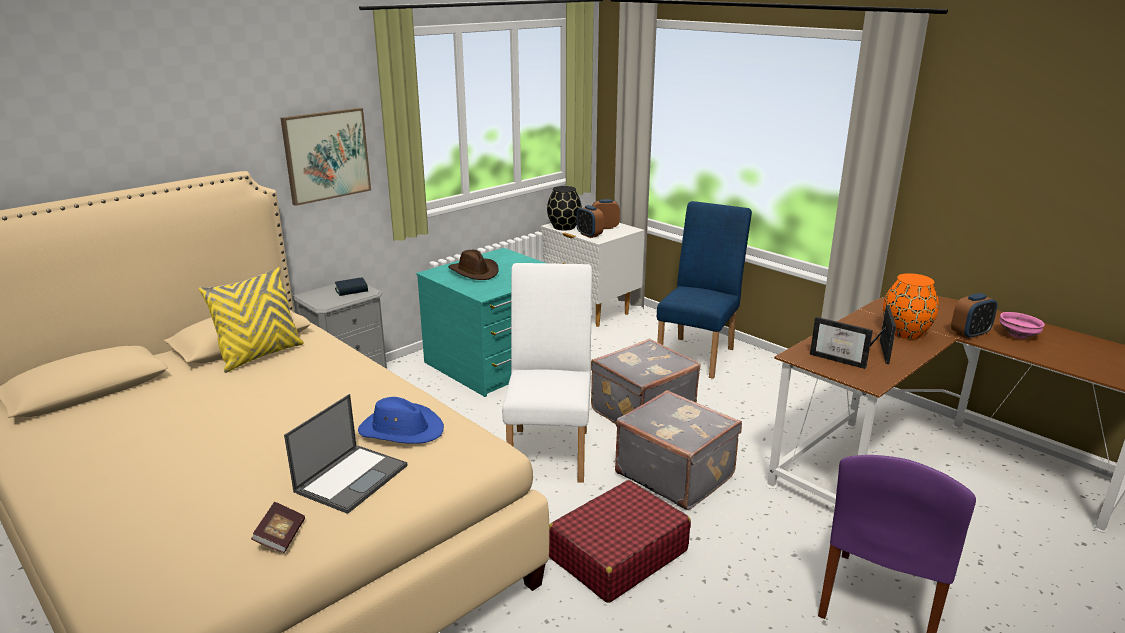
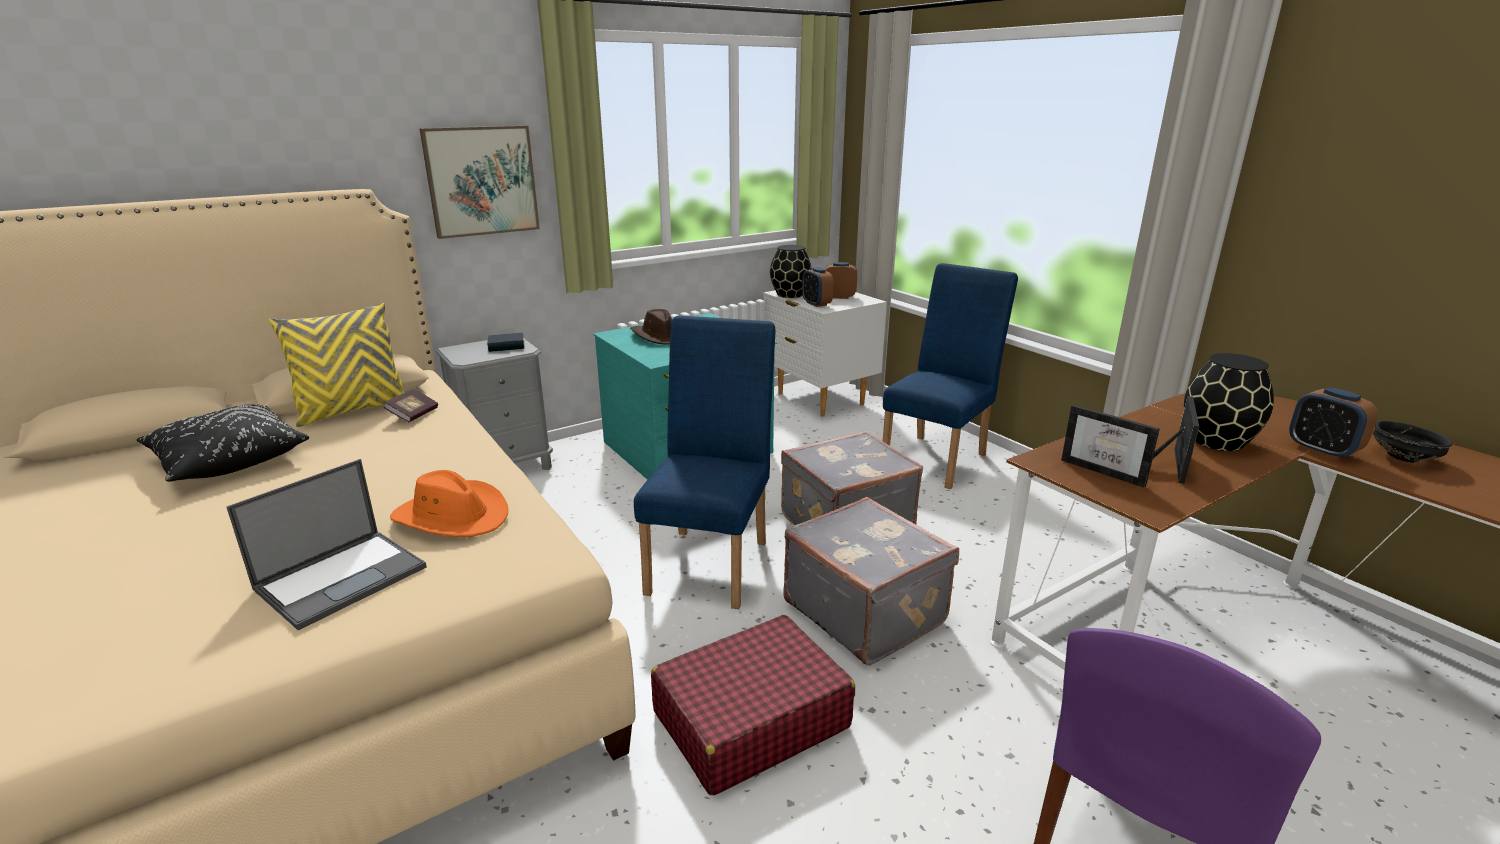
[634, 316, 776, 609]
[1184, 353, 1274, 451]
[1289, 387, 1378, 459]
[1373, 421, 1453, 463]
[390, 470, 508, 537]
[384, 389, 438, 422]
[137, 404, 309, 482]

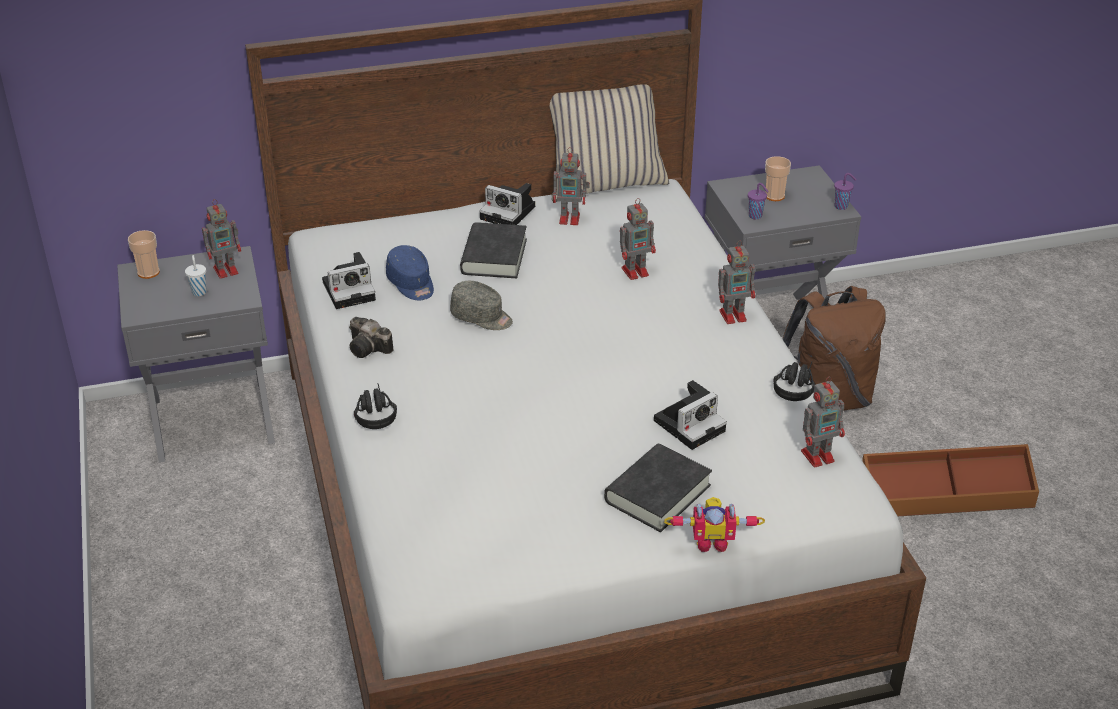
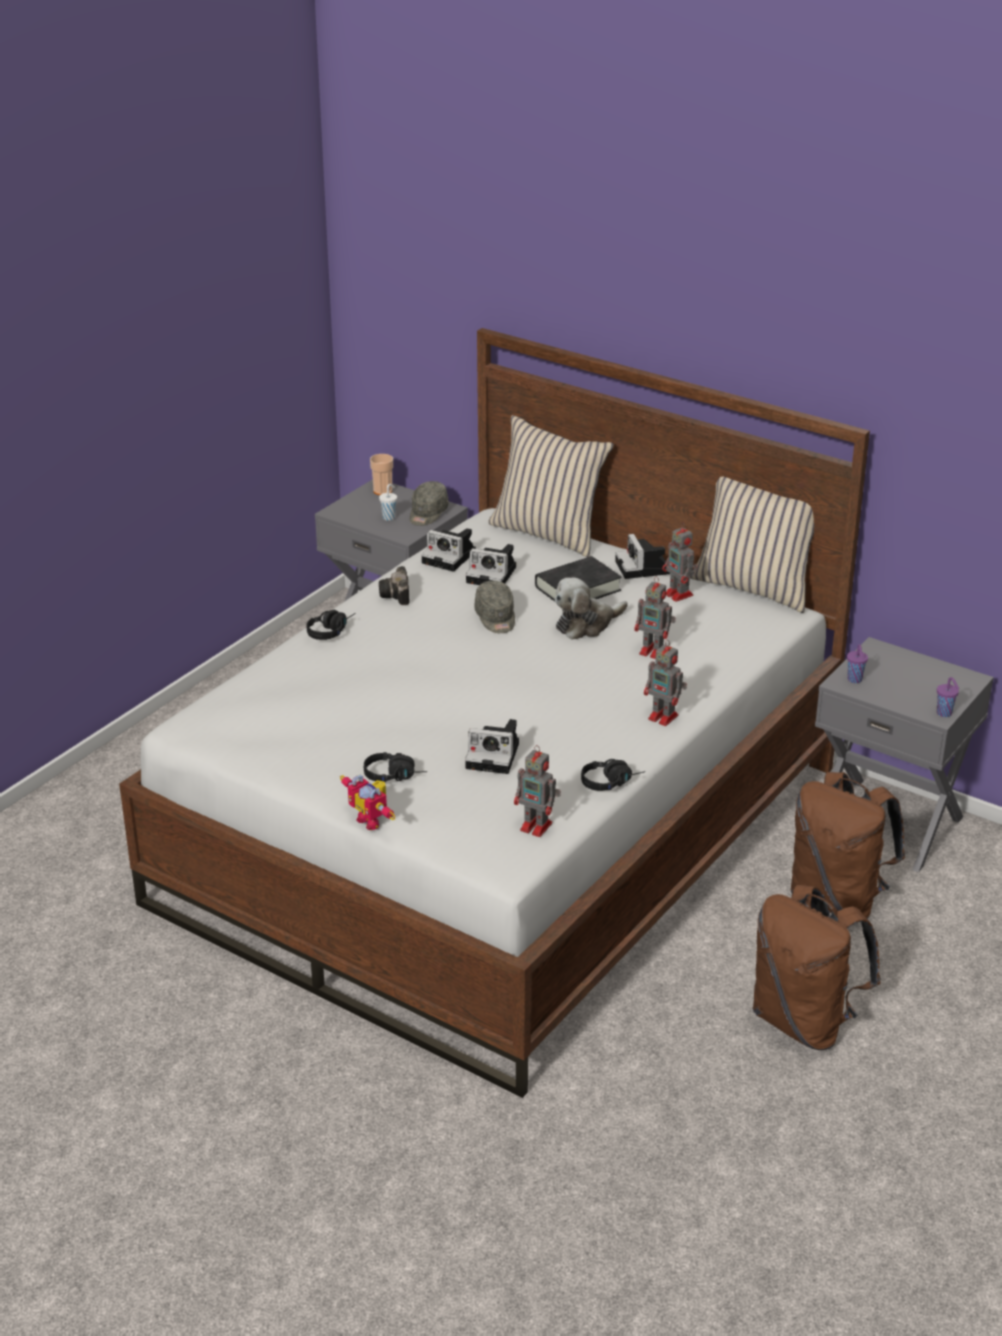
[765, 156, 791, 201] (first image)
[410, 481, 449, 526]
[466, 544, 516, 585]
[364, 752, 427, 782]
[752, 885, 881, 1050]
[488, 415, 614, 557]
[555, 577, 628, 640]

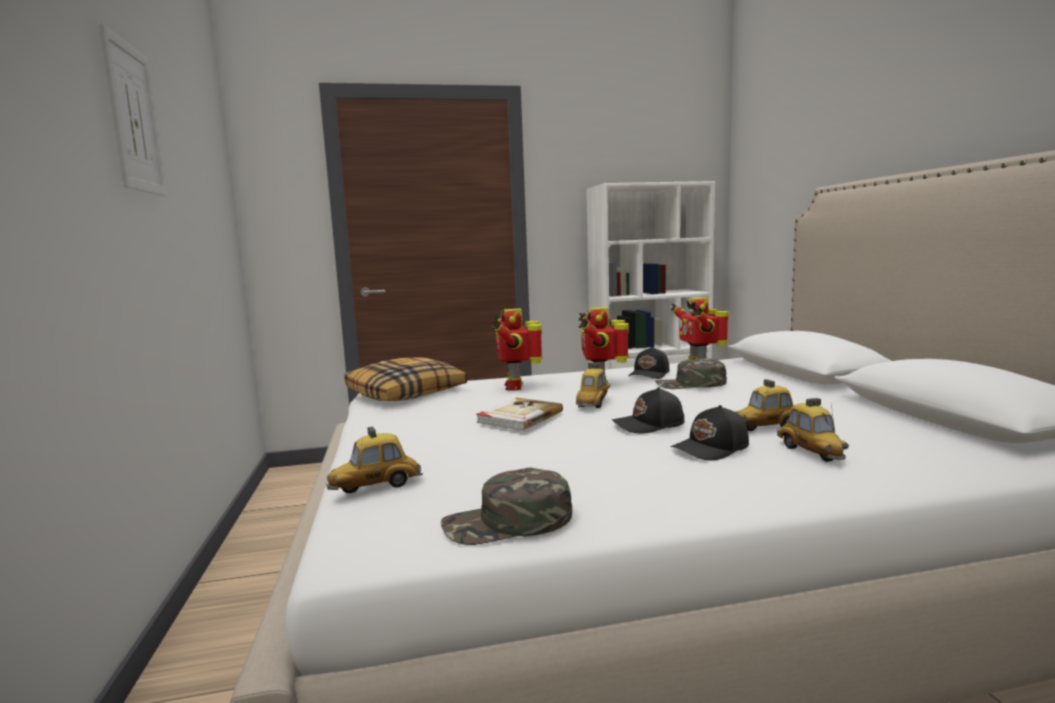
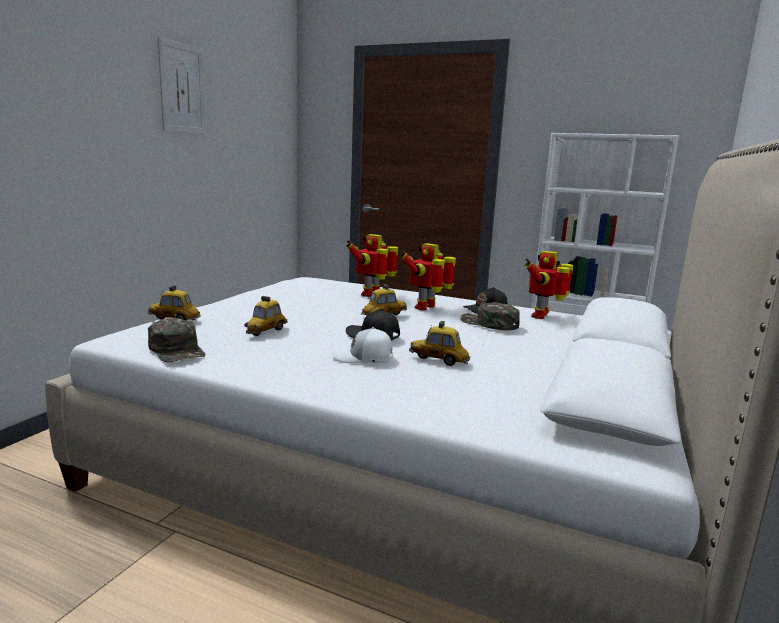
[344, 358, 467, 401] (first image)
[476, 398, 563, 431] (first image)
[244, 296, 288, 336]
[331, 327, 393, 364]
[148, 318, 206, 362]

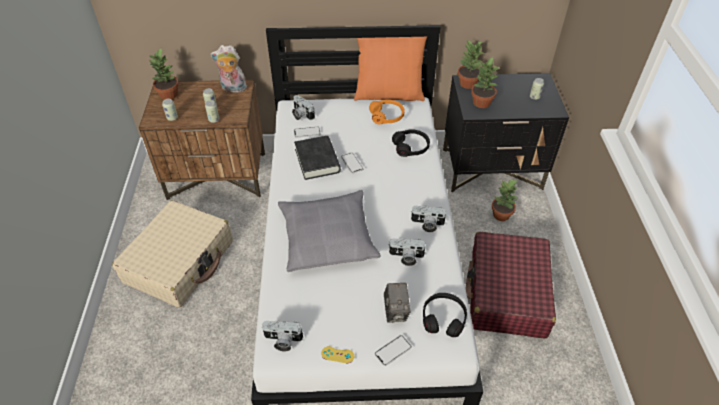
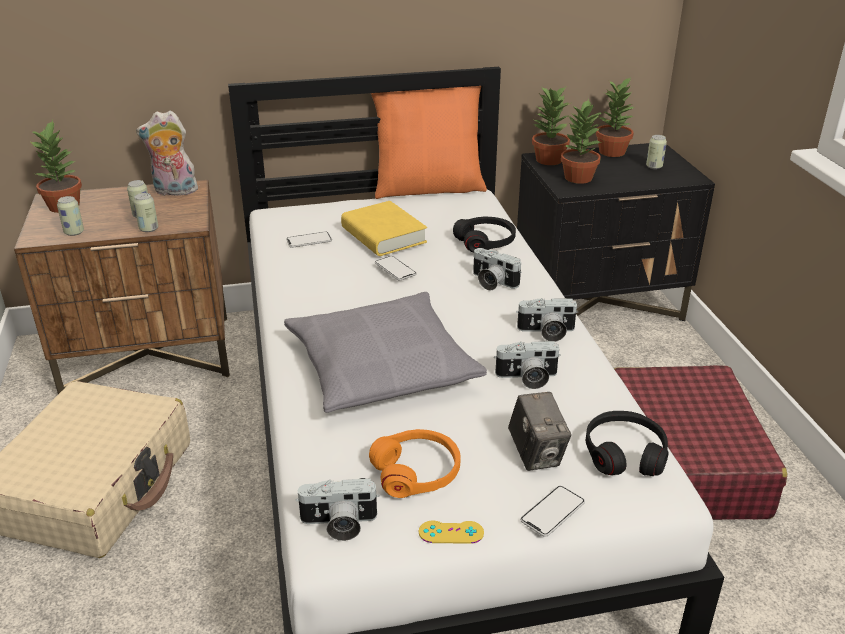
[473, 248, 521, 291]
[369, 429, 461, 498]
[294, 136, 341, 180] (first image)
[596, 76, 635, 157]
[341, 201, 427, 256]

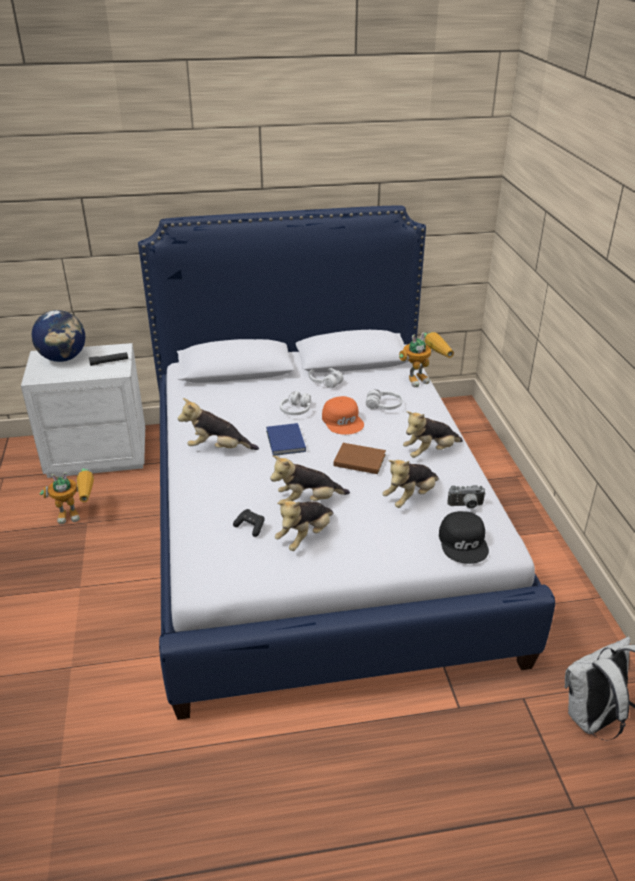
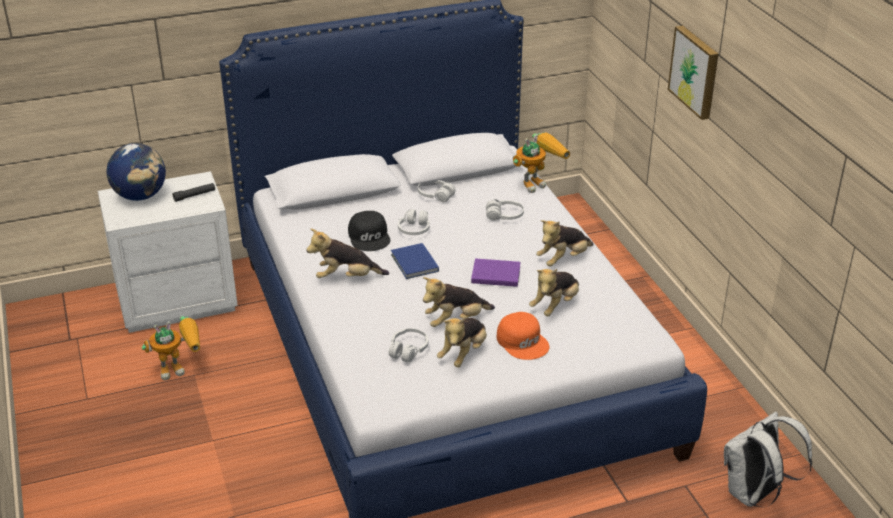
[497, 312, 549, 360]
[471, 258, 521, 287]
[447, 485, 486, 509] (first image)
[389, 328, 428, 362]
[348, 211, 390, 251]
[668, 25, 718, 120]

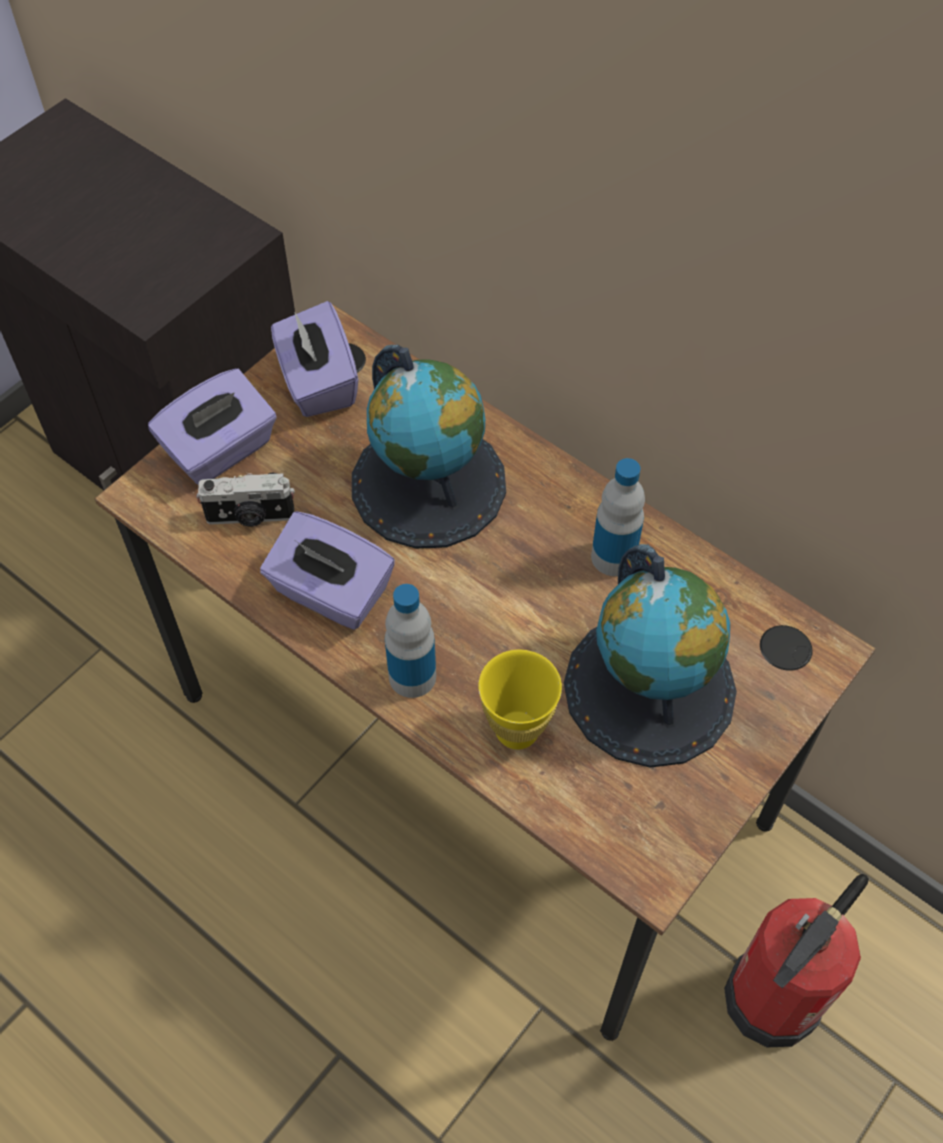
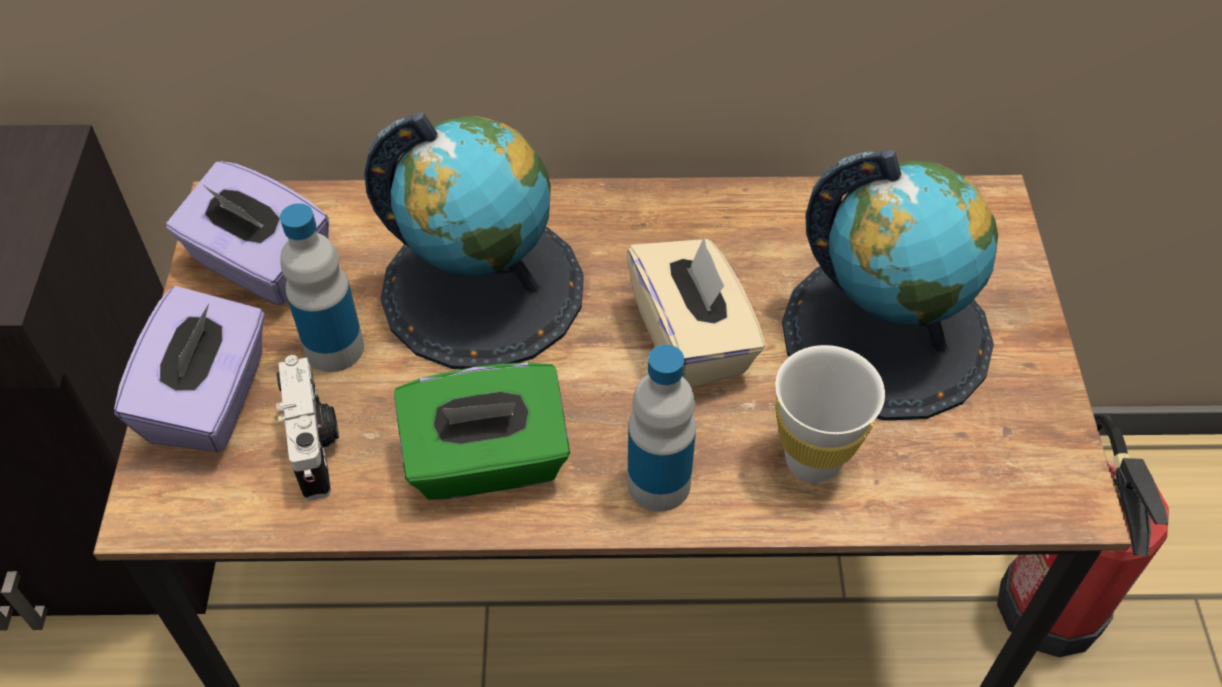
[280, 203, 364, 372]
[276, 355, 339, 501]
[394, 362, 570, 500]
[775, 345, 885, 483]
[627, 236, 765, 388]

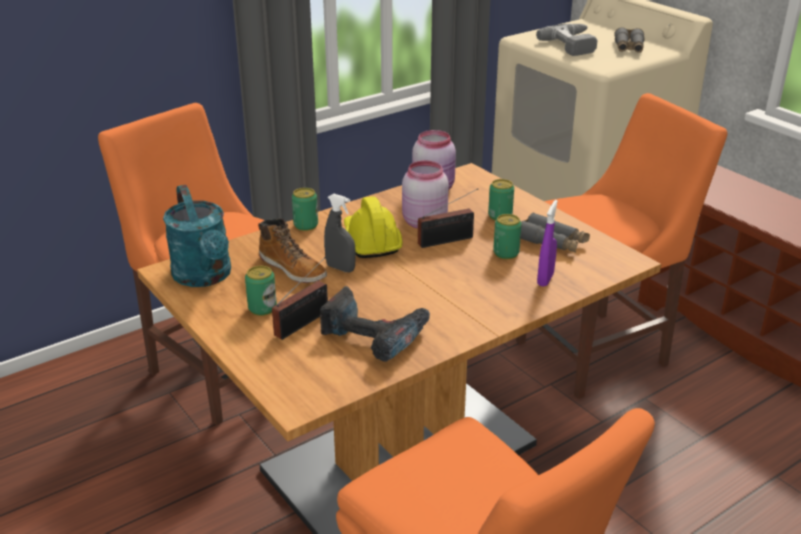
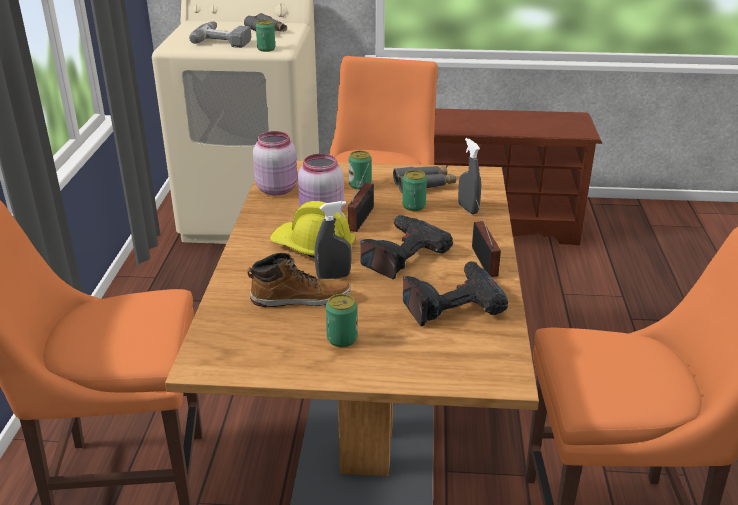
[163, 185, 231, 287] (first image)
[256, 20, 275, 52]
[458, 138, 481, 214]
[472, 198, 501, 277]
[360, 215, 453, 279]

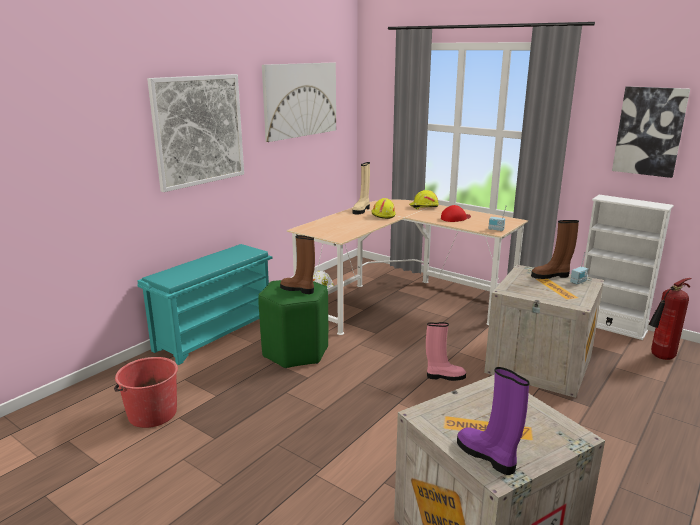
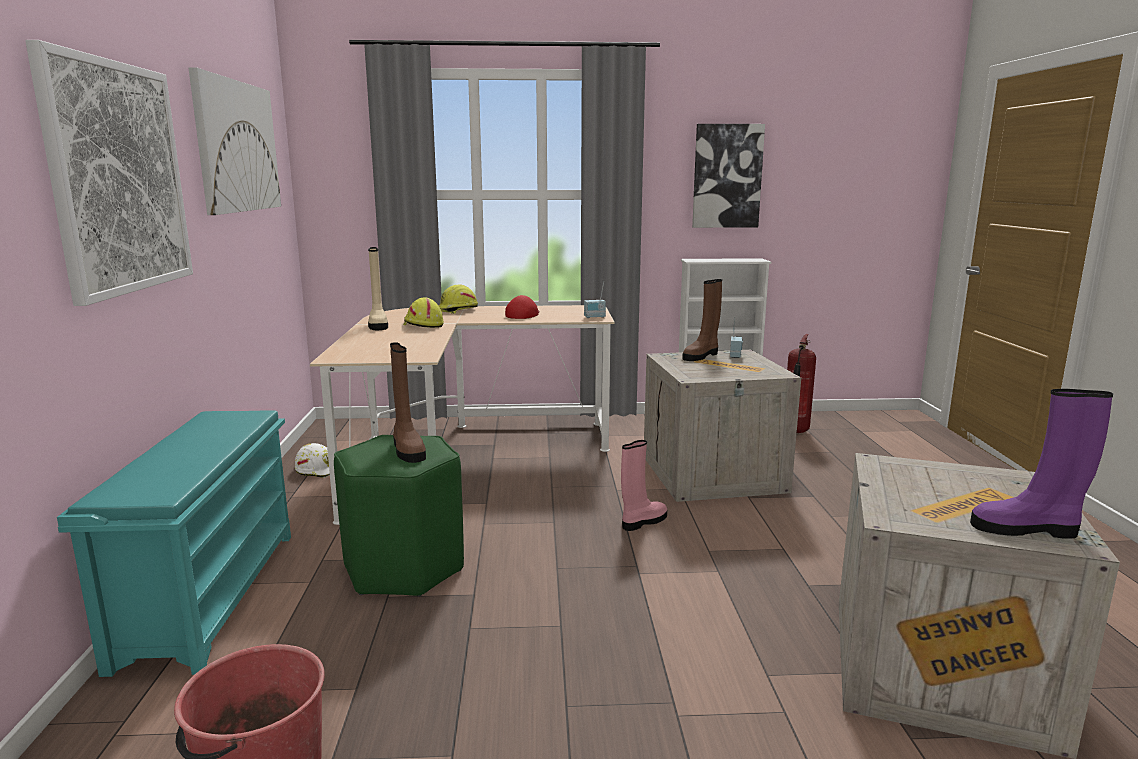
[390, 342, 426, 463]

